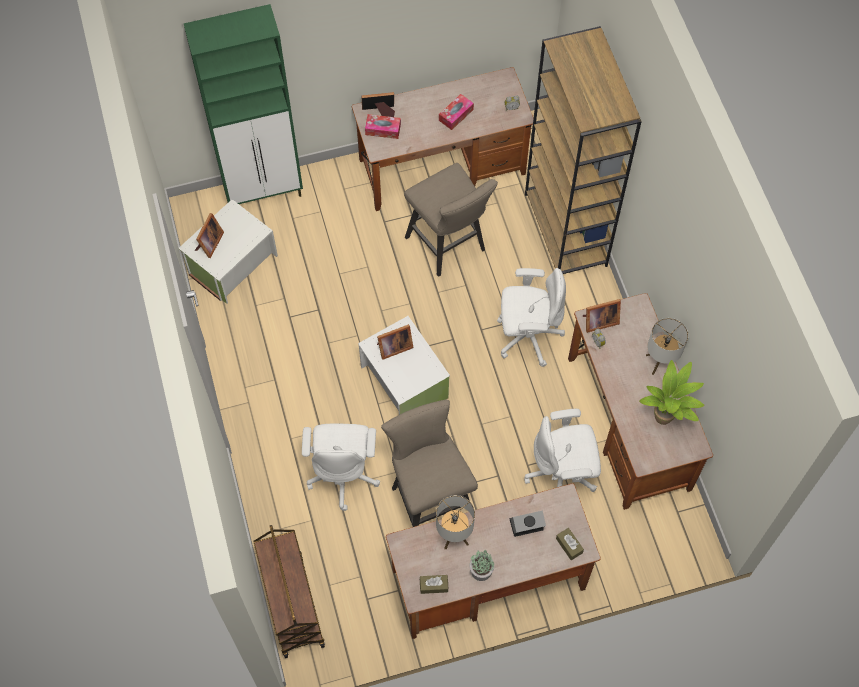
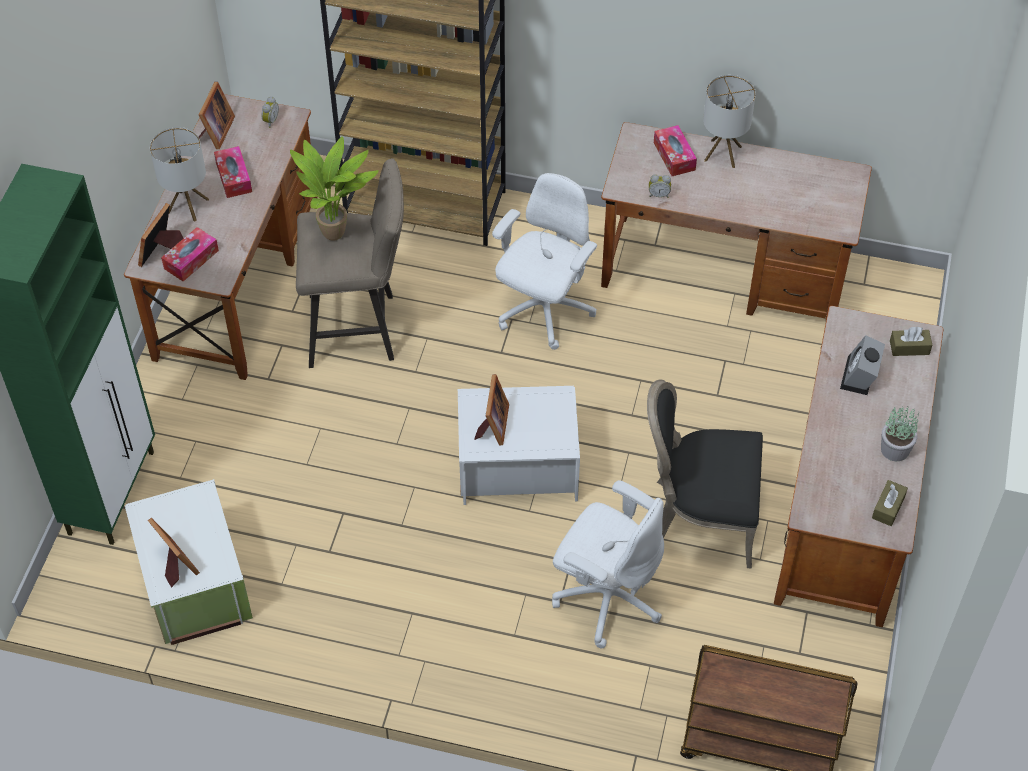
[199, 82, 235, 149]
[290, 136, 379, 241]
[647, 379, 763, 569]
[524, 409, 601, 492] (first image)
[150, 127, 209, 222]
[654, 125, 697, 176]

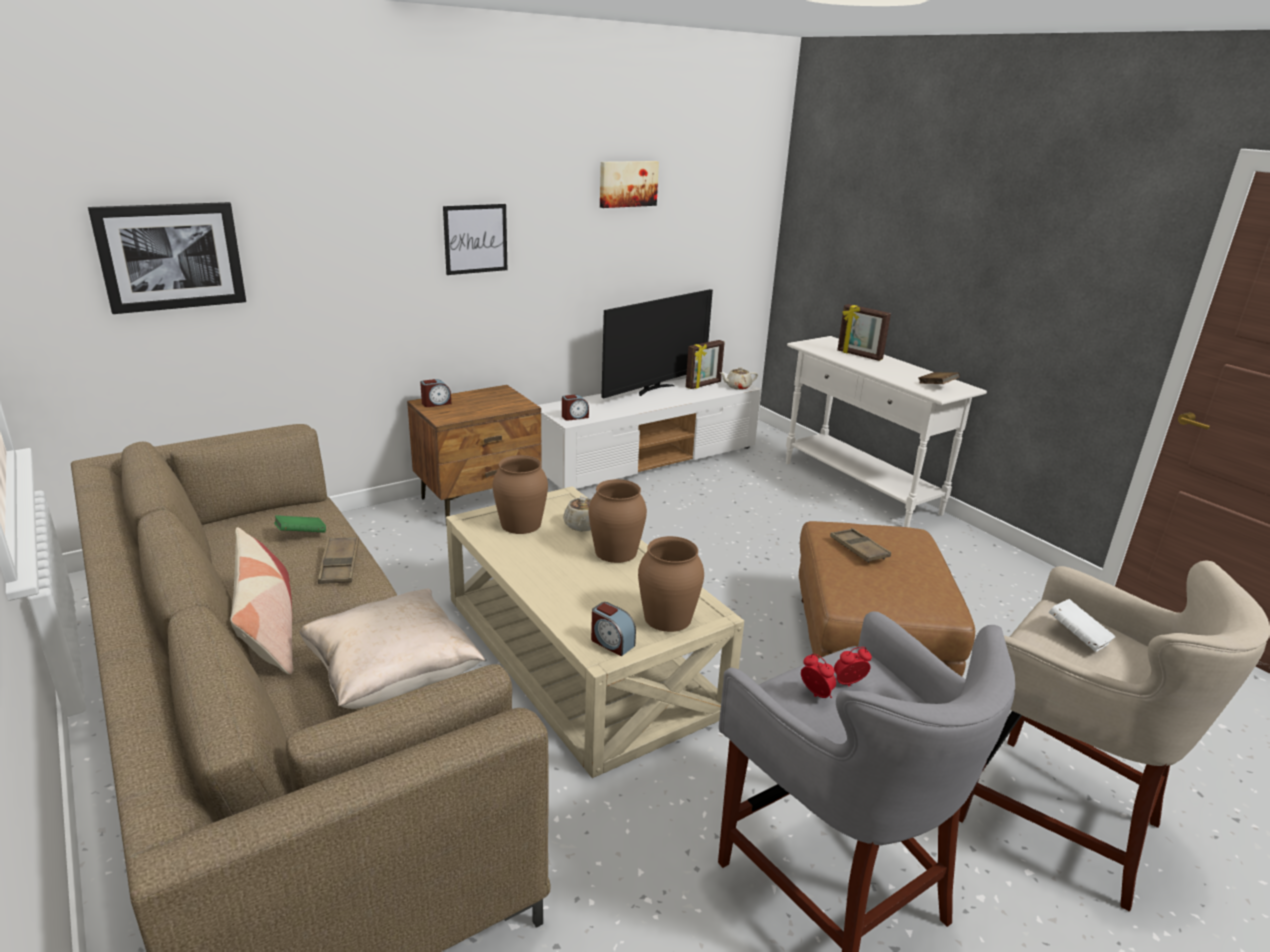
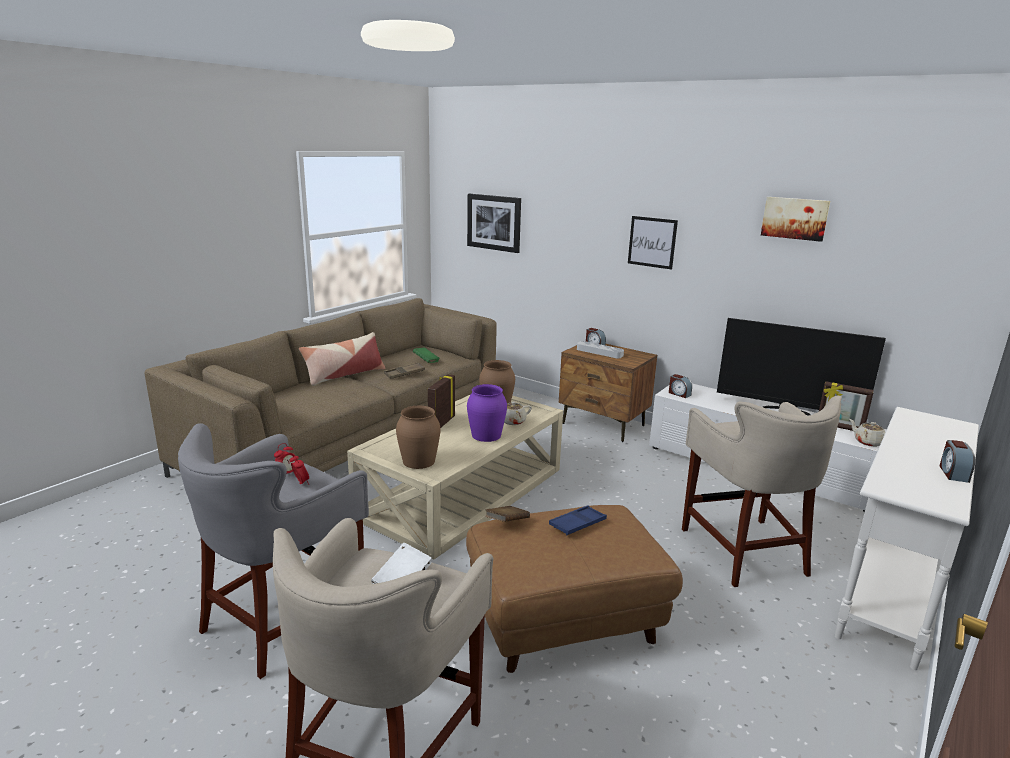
[428, 374, 455, 428]
[486, 506, 530, 522]
[467, 384, 507, 442]
[549, 505, 607, 535]
[299, 589, 485, 709] (first image)
[939, 440, 975, 483]
[577, 341, 624, 358]
[682, 396, 842, 587]

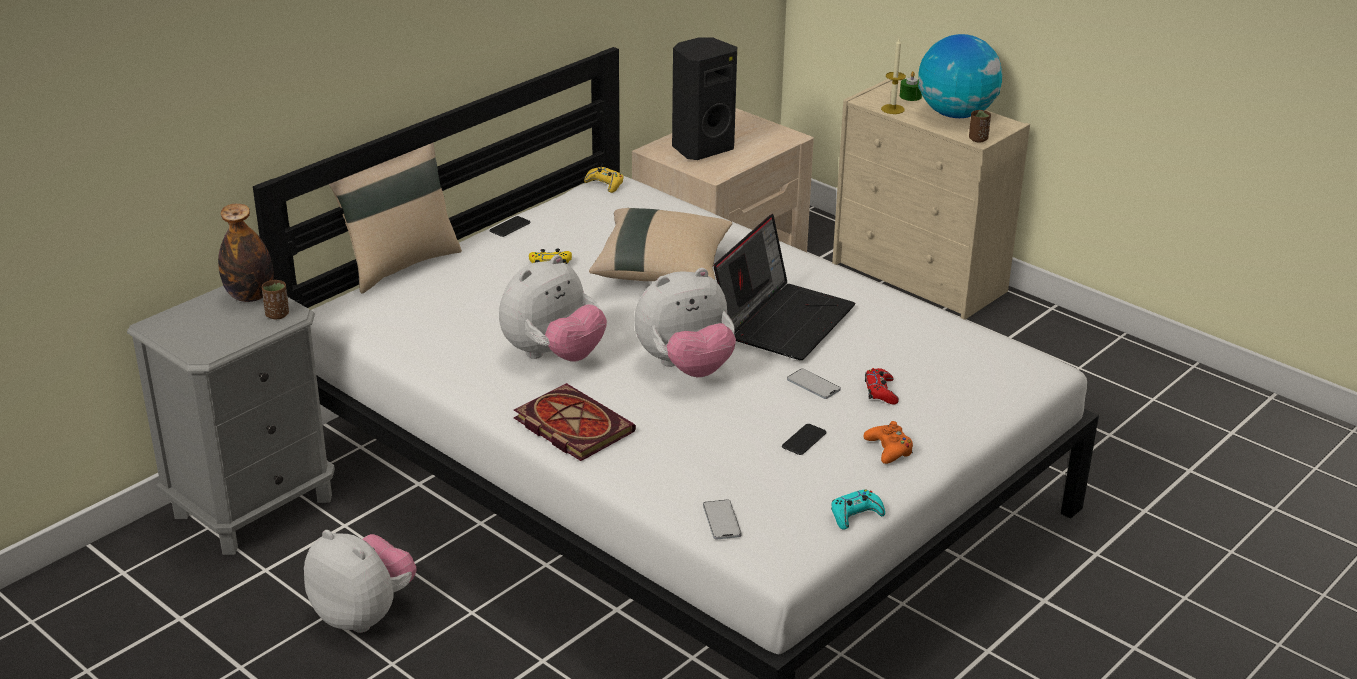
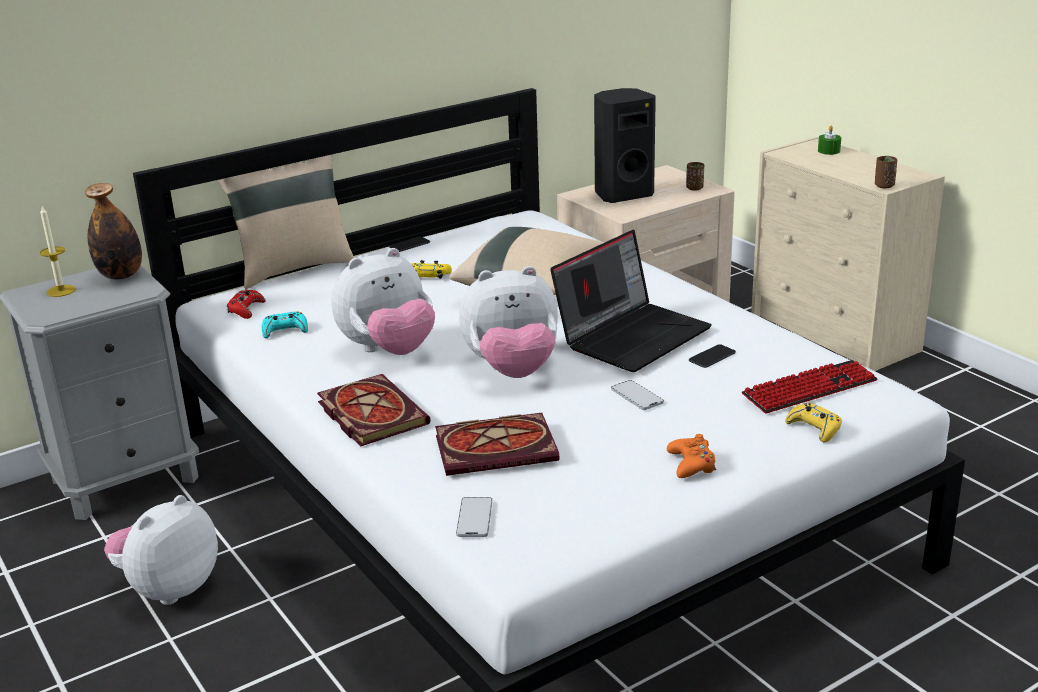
[918, 34, 1002, 118] (first image)
[40, 206, 76, 297]
[785, 403, 842, 443]
[686, 162, 704, 191]
[227, 289, 265, 319]
[689, 344, 736, 368]
[262, 311, 308, 338]
[104, 495, 218, 605]
[742, 360, 878, 414]
[435, 413, 559, 476]

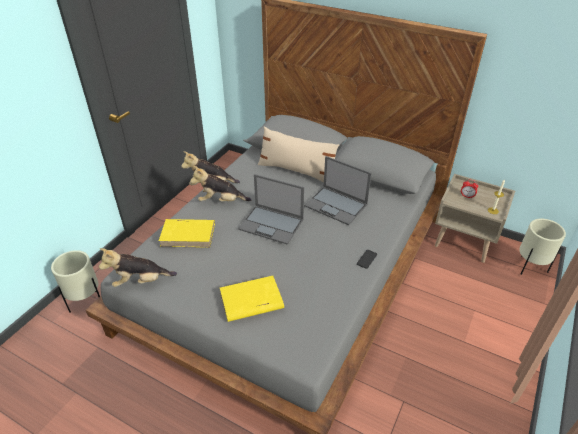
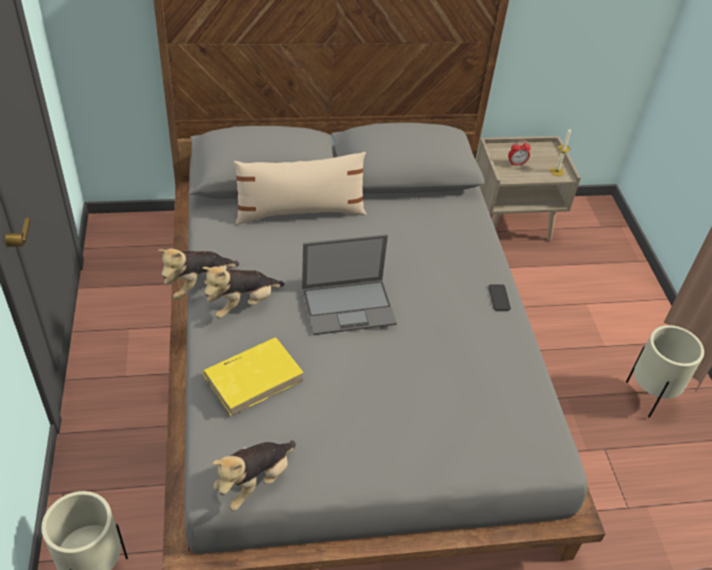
[304, 156, 372, 225] (first image)
[626, 325, 704, 418]
[220, 276, 284, 322] (first image)

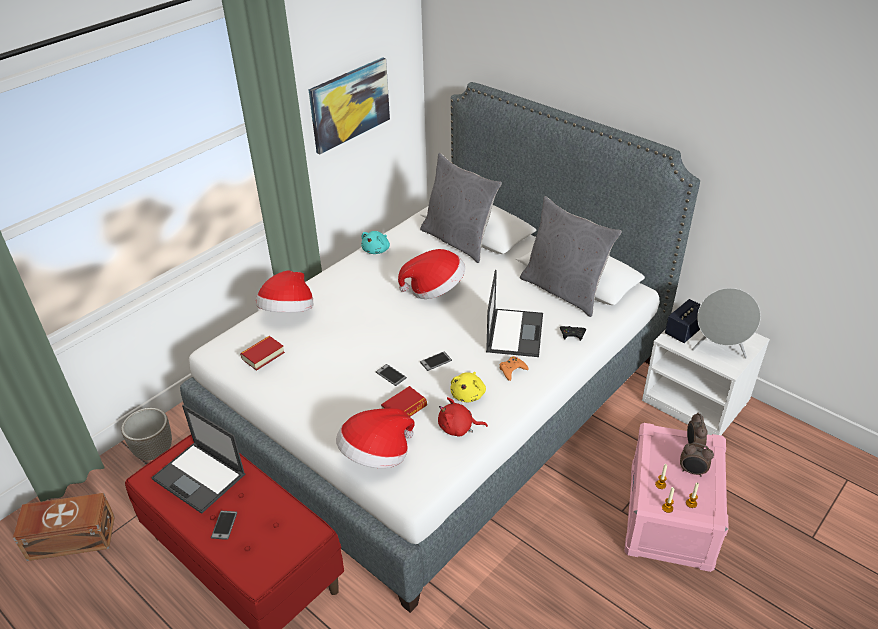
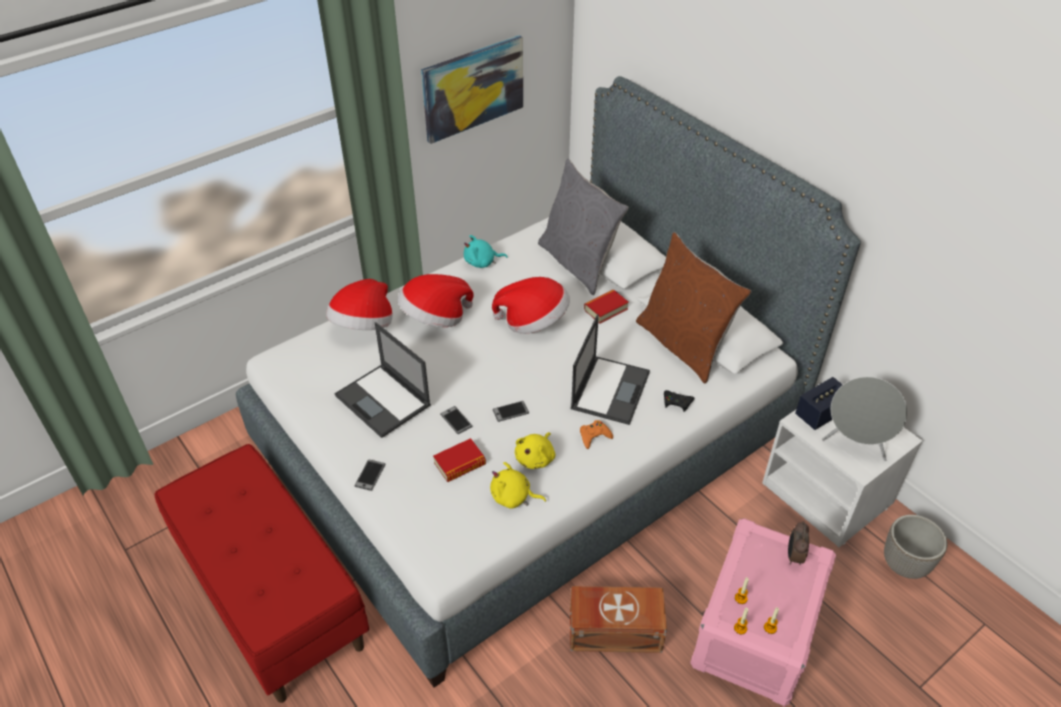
[636, 232, 752, 383]
[464, 235, 508, 268]
[584, 289, 629, 324]
[490, 462, 546, 509]
[335, 322, 431, 438]
[884, 515, 947, 579]
[397, 274, 474, 327]
[680, 443, 714, 477] (first image)
[570, 586, 667, 653]
[354, 459, 385, 491]

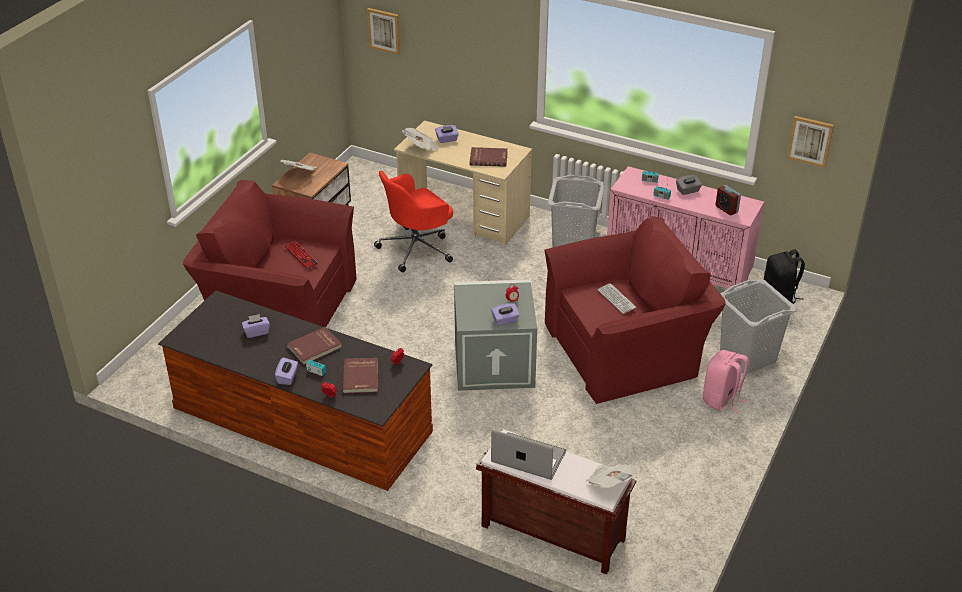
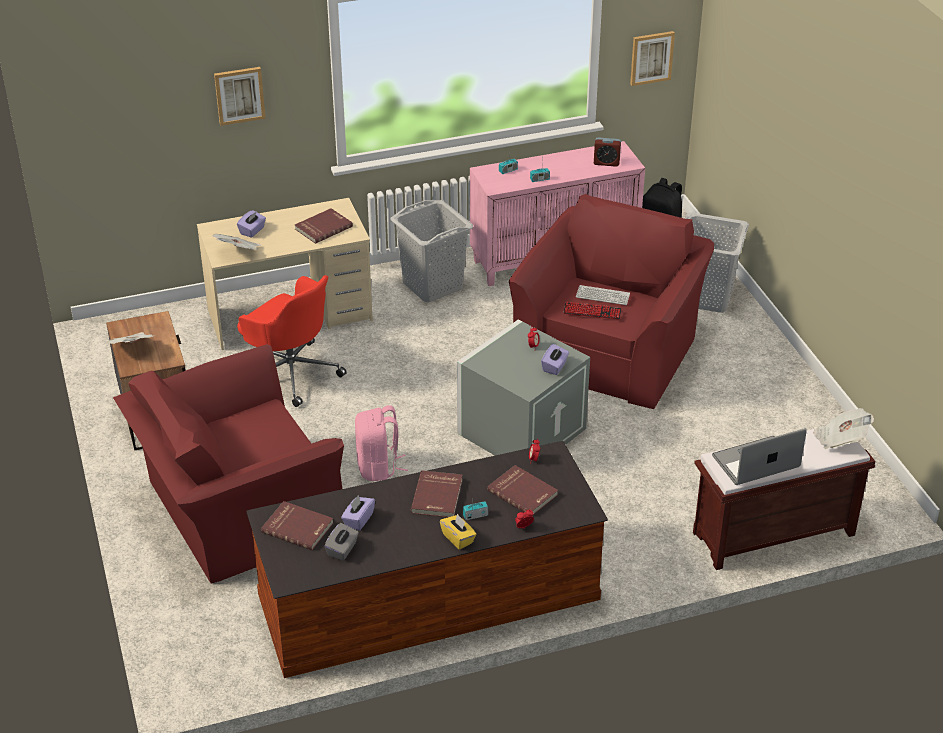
[214, 67, 266, 126]
[237, 275, 347, 407]
[325, 523, 359, 560]
[564, 302, 621, 319]
[355, 405, 408, 481]
[440, 513, 477, 550]
[261, 501, 333, 550]

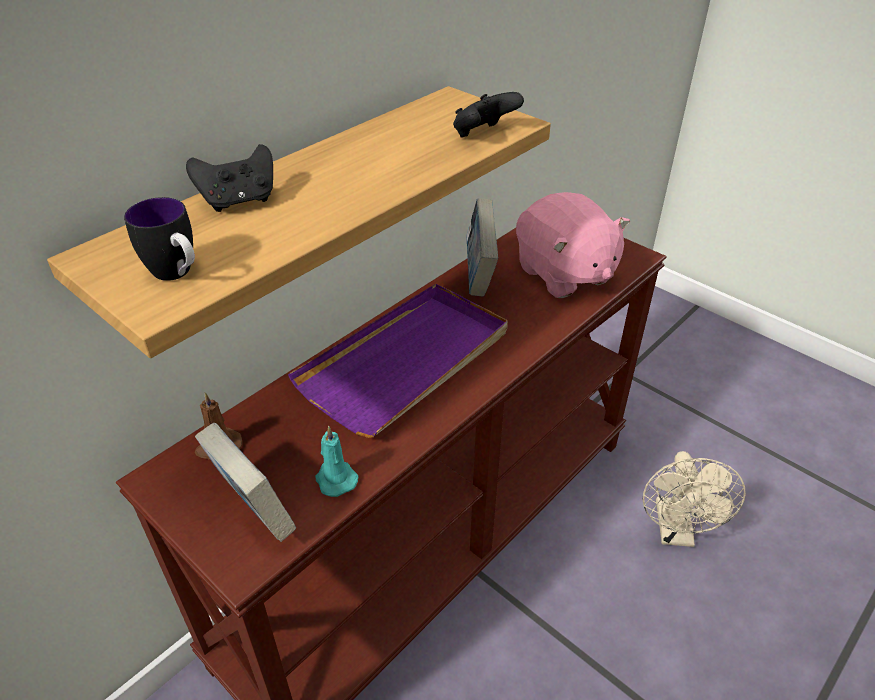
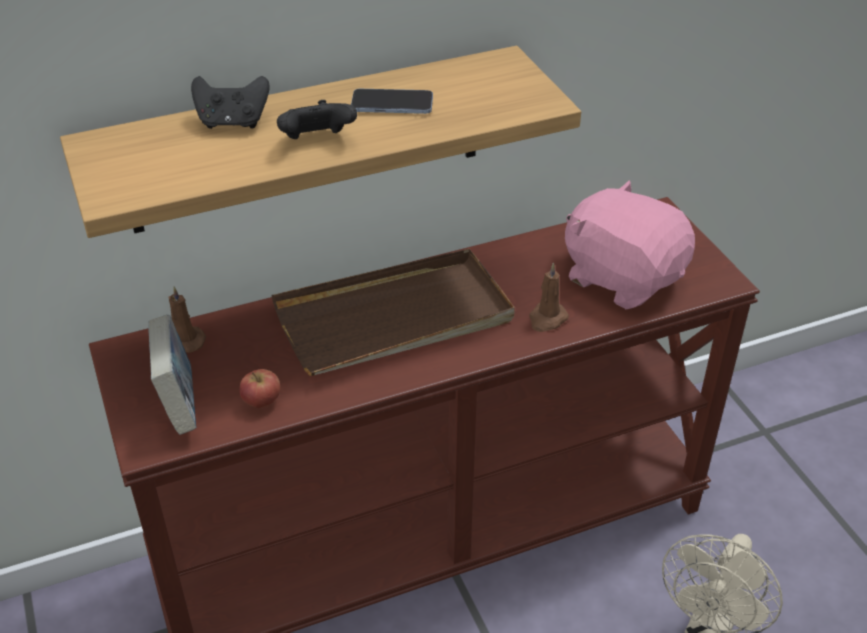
[277, 100, 357, 139]
[565, 180, 695, 309]
[124, 197, 195, 281] (first image)
[466, 198, 498, 297] (first image)
[271, 249, 515, 376]
[240, 369, 280, 408]
[351, 89, 433, 114]
[529, 263, 569, 332]

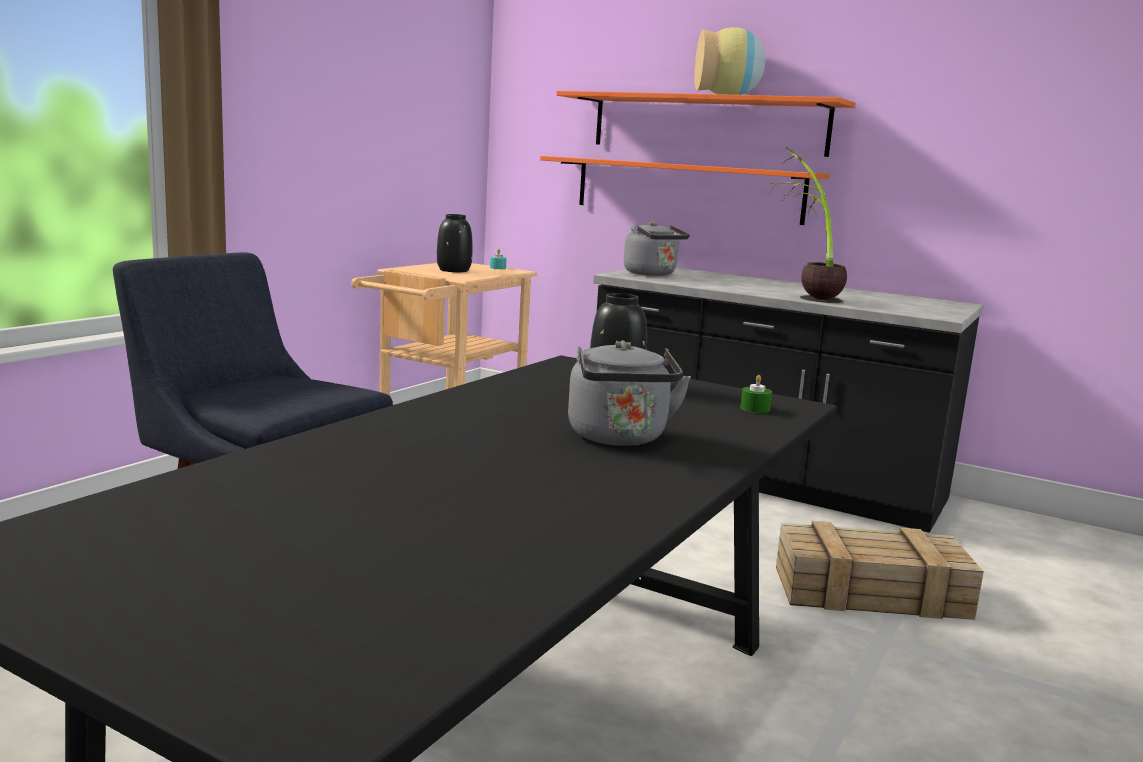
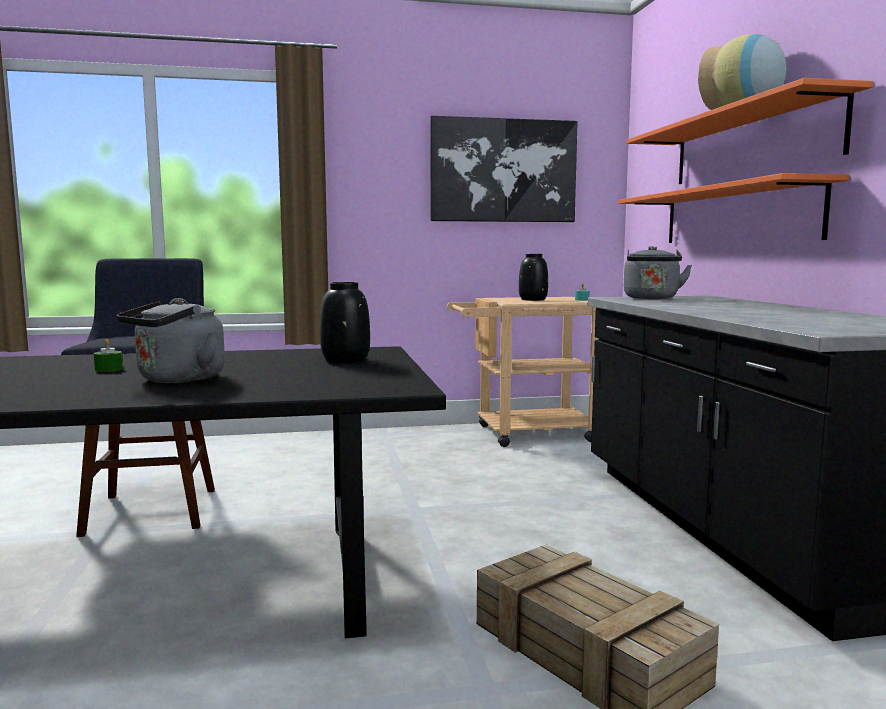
[769, 147, 847, 303] (first image)
[94, 339, 123, 372]
[430, 116, 578, 222]

